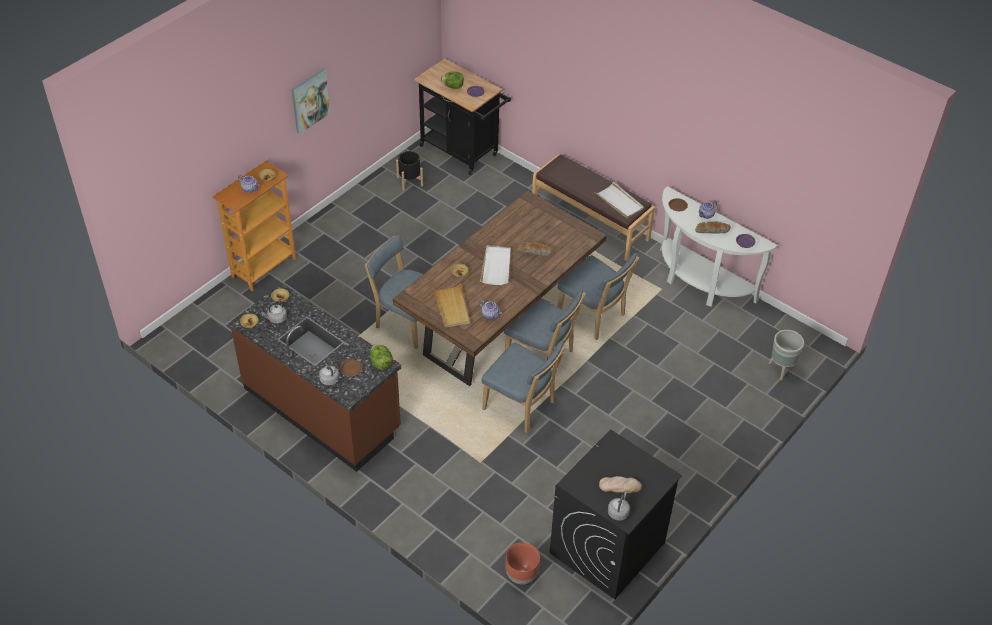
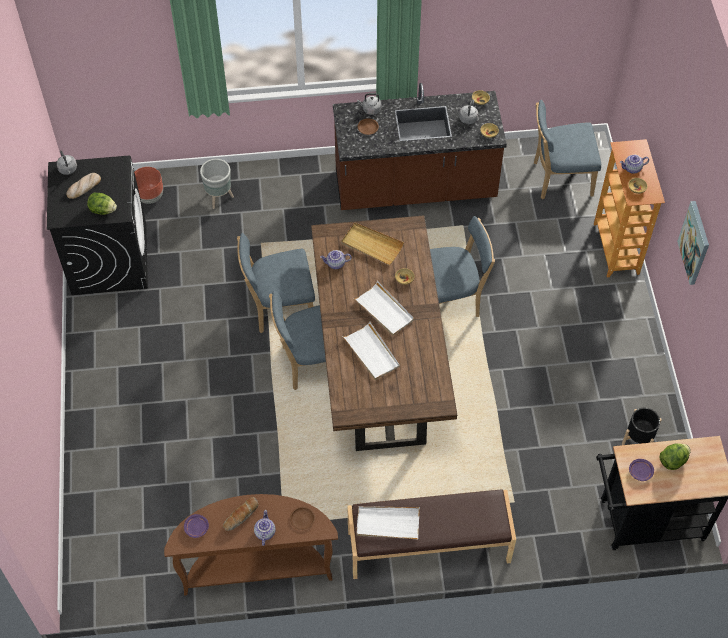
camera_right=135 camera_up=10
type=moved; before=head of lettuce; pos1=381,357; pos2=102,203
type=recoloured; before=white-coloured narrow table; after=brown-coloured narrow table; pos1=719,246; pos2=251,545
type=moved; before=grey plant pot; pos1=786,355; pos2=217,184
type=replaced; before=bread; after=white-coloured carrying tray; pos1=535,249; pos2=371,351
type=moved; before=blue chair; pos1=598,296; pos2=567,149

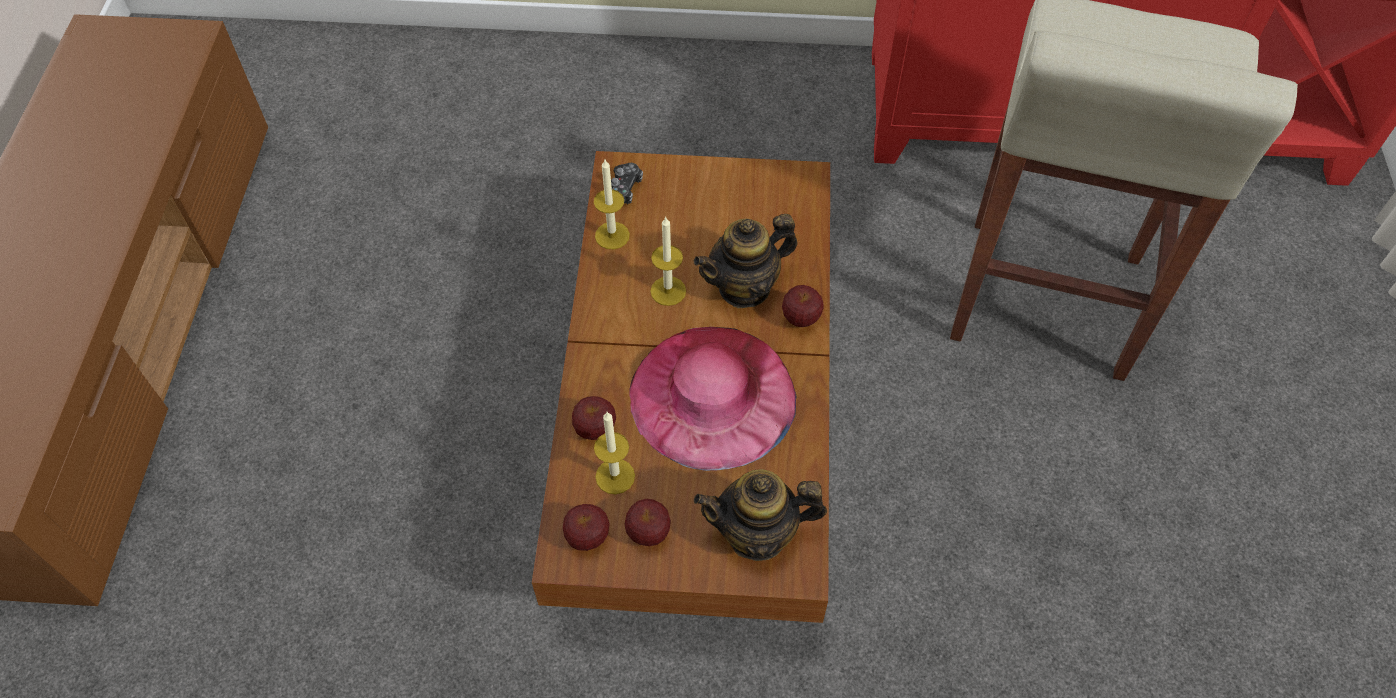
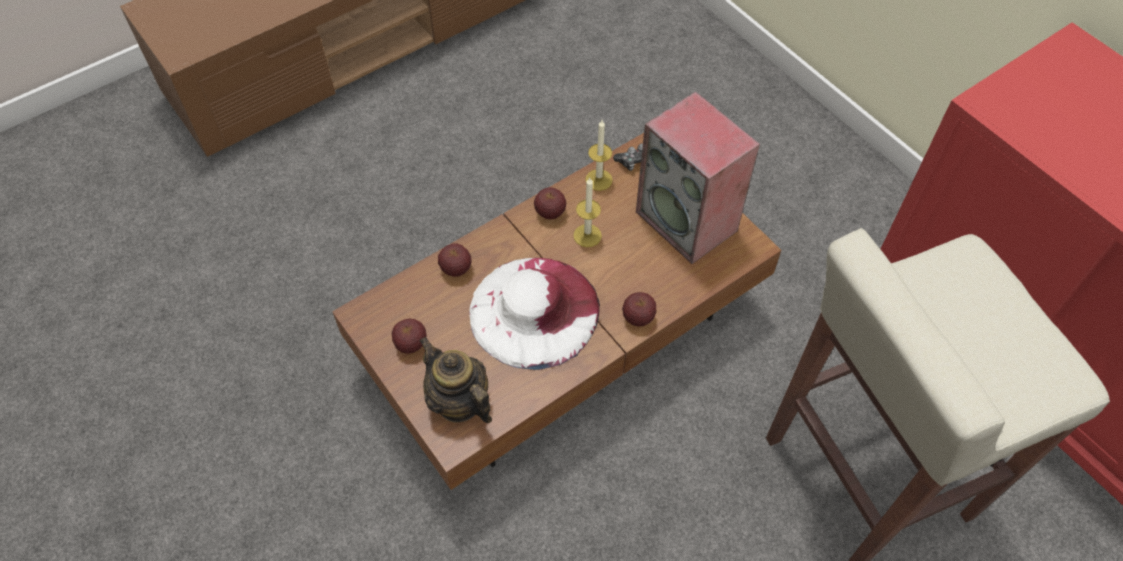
camera_right=50 camera_up=0
type=recoloured; before=pink wearable hat; after=white-coloured wearable hat; pos1=713,399; pos2=534,314
type=moved; before=apple; pos1=586,527; pos2=550,203
type=added; after=speaker; pos2=698,177
type=removed; before=candle; pos1=614,453
type=removed; before=teapot; pos1=746,261

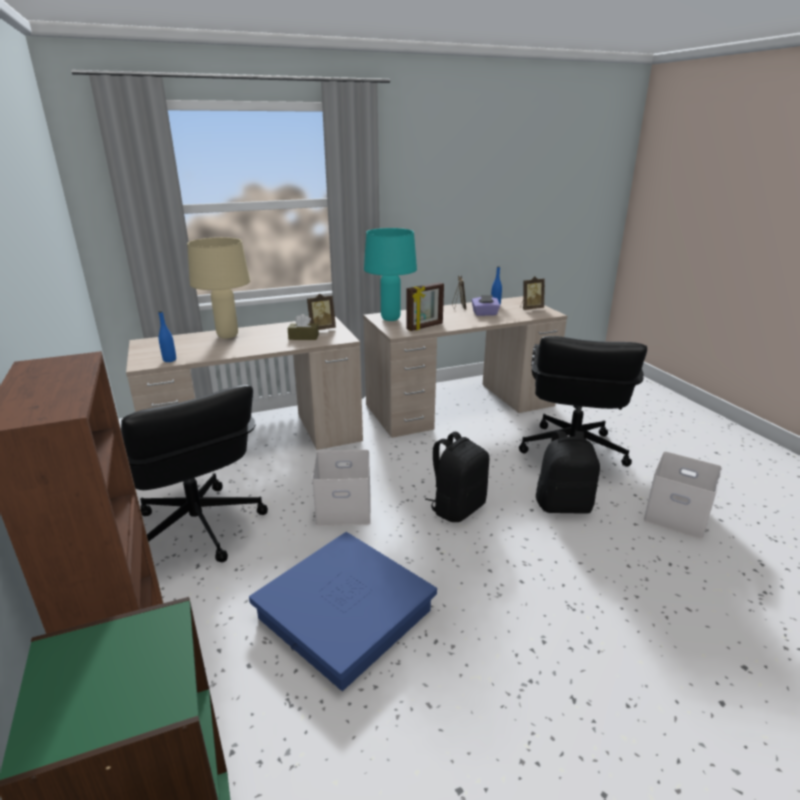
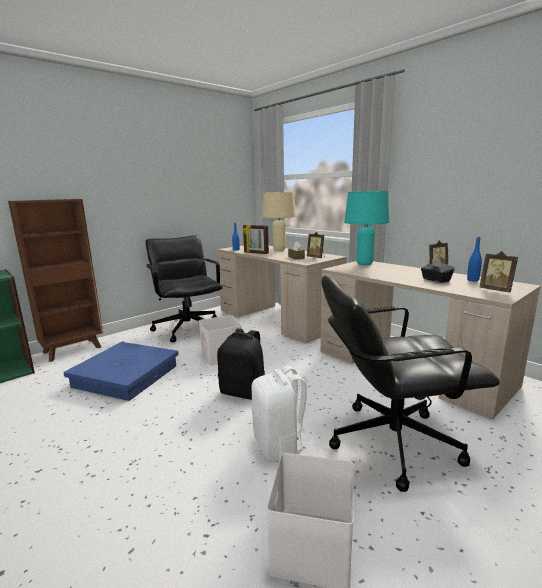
camera_right=70 camera_up=-10
type=turned; before=black desk chair; pos1=194,473; pos2=184,288; turn=120
type=moved; before=picture frame; pos1=425,306; pos2=256,239
type=recoloured; before=black backpack; after=white-coloured backpack; pos1=568,472; pos2=283,414
type=recoloured; before=purplish tissue holder; after=black tissue holder; pos1=486,305; pos2=438,271

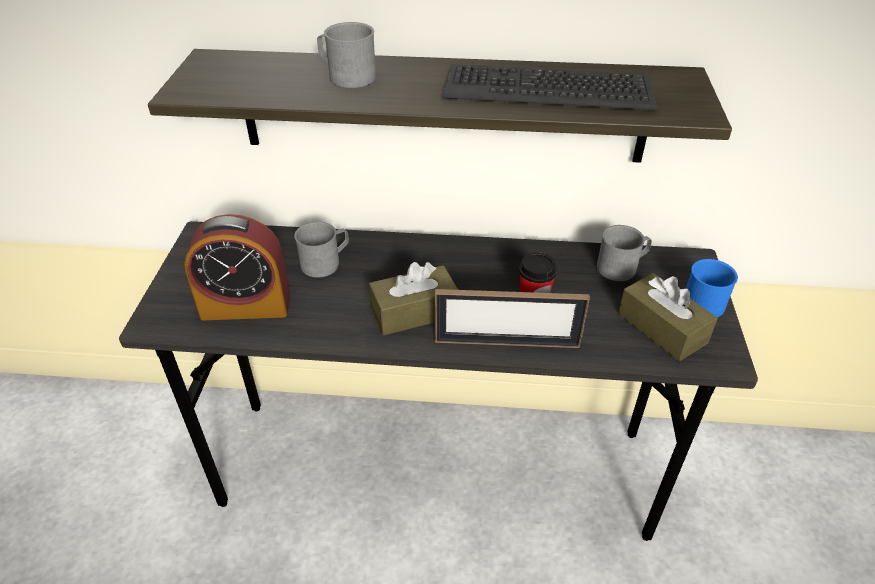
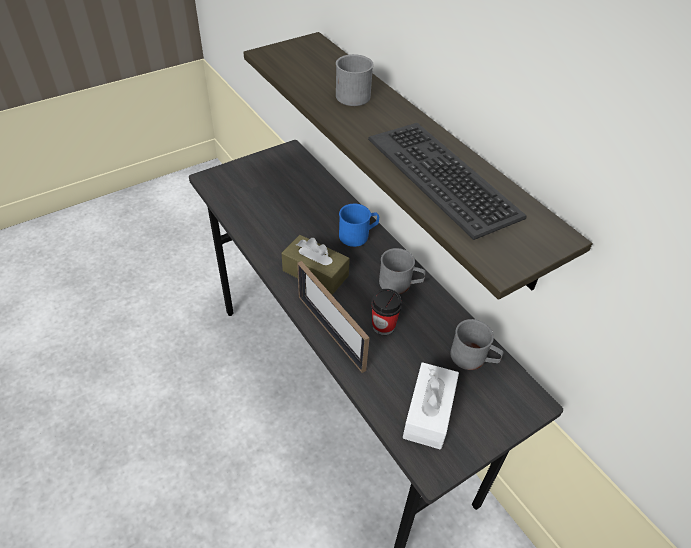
camera_right=50 camera_up=5
type=moved; before=blue coffee mug; pos1=712,288; pos2=359,225
type=moved; before=grey coffee mug; pos1=321,249; pos2=402,271
type=recoloured; before=brown-coloured tissue holder; after=white-coloured tissue holder; pos1=668,317; pos2=431,406
type=removed; before=table clock; pos1=237,267

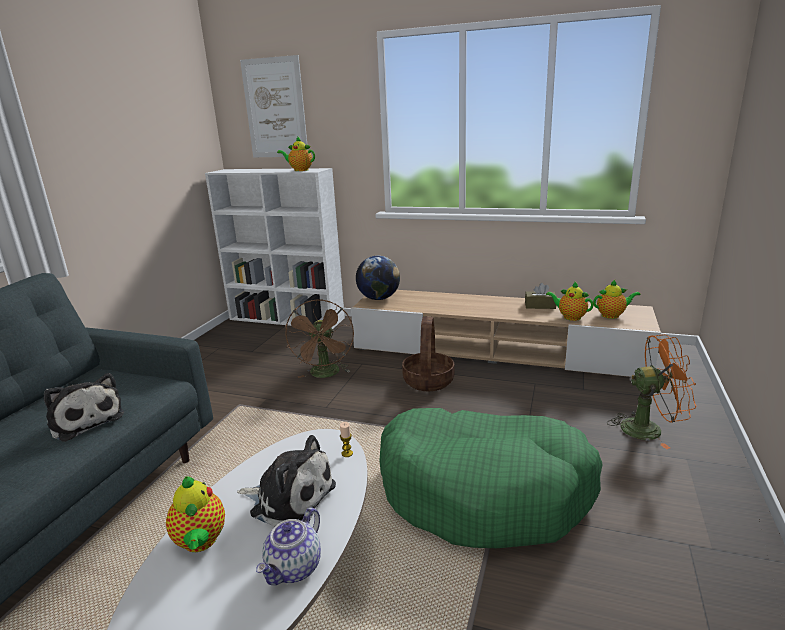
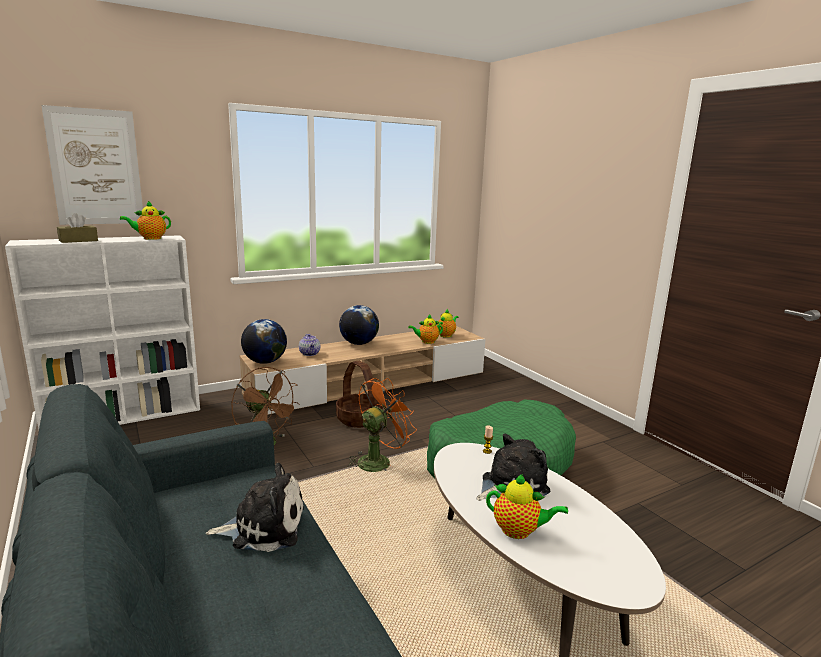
camera_right=-50 camera_up=-5
type=moved; before=brown-coloured tissue holder; pos1=541,296; pos2=77,228
type=moved; before=teapot; pos1=288,546; pos2=309,345
type=added; after=world globe; pos2=359,325
type=moved; before=orange electric fan; pos1=652,391; pos2=382,425

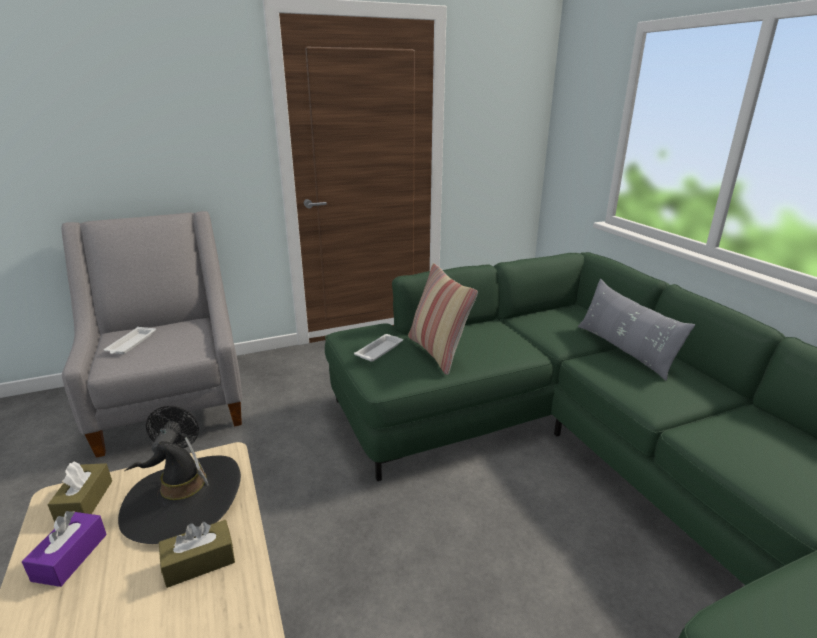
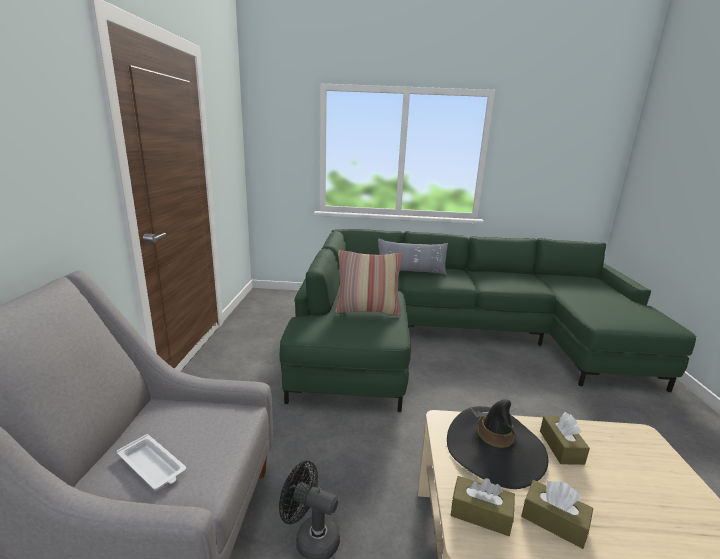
camera_right=-65 camera_up=-5
type=recoloured; before=purplish tissue holder; after=brown-coloured tissue holder; pos1=64,549; pos2=557,514
type=removed; before=white-coloured carrying tray; pos1=378,348

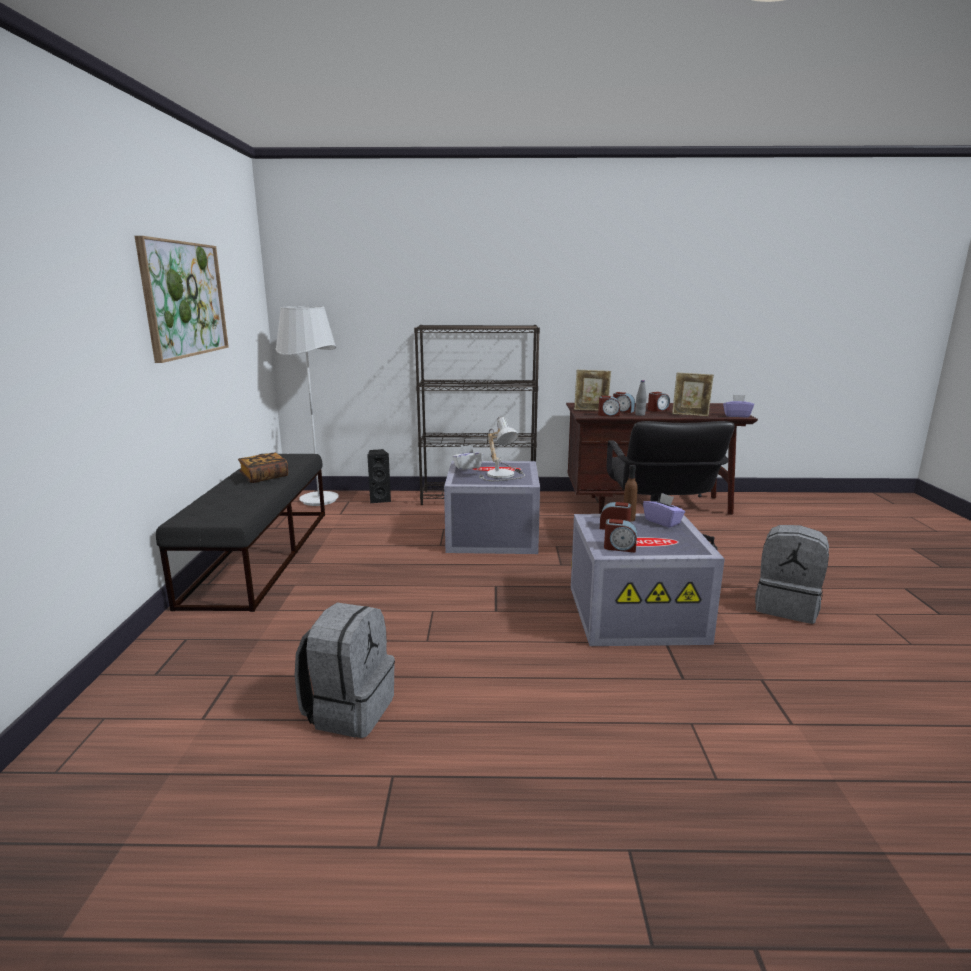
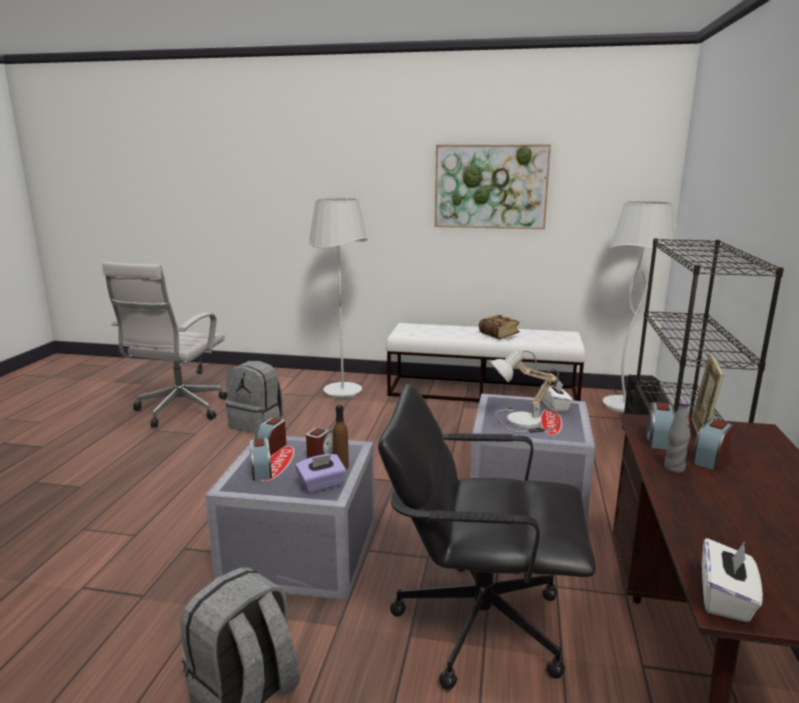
camera_right=100 camera_up=0
type=added; after=white-coloured desk chair; pos2=165,345
type=moved; before=table clock; pos1=659,402; pos2=261,459
type=added; after=white-coloured floor lamp; pos2=338,298
type=recoloured; before=black indoor bench; after=white-coloured indoor bench; pos1=240,533; pos2=486,362
type=recoloured; before=purplish tissue holder; after=white-coloured tissue holder; pos1=738,406; pos2=732,580
type=removed; before=picture frame; pos1=693,394

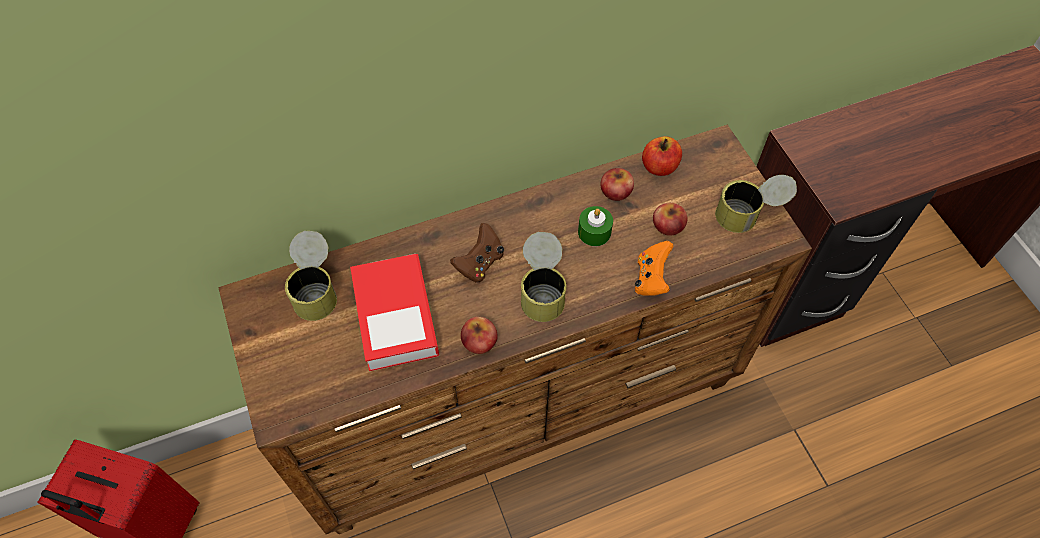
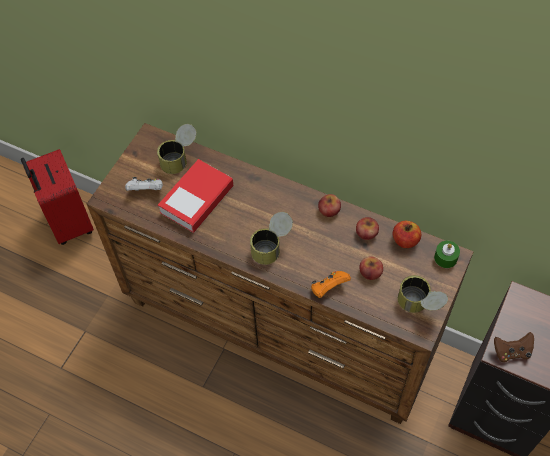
camera_right=50 camera_up=0
type=added; after=white-coloured game controller; pos2=144,184
type=moved; before=apple; pos1=479,335; pos2=329,205
type=moved; before=green candle; pos1=595,226; pos2=447,254
type=moved; before=brown-coloured game controller; pos1=477,253; pos2=514,347

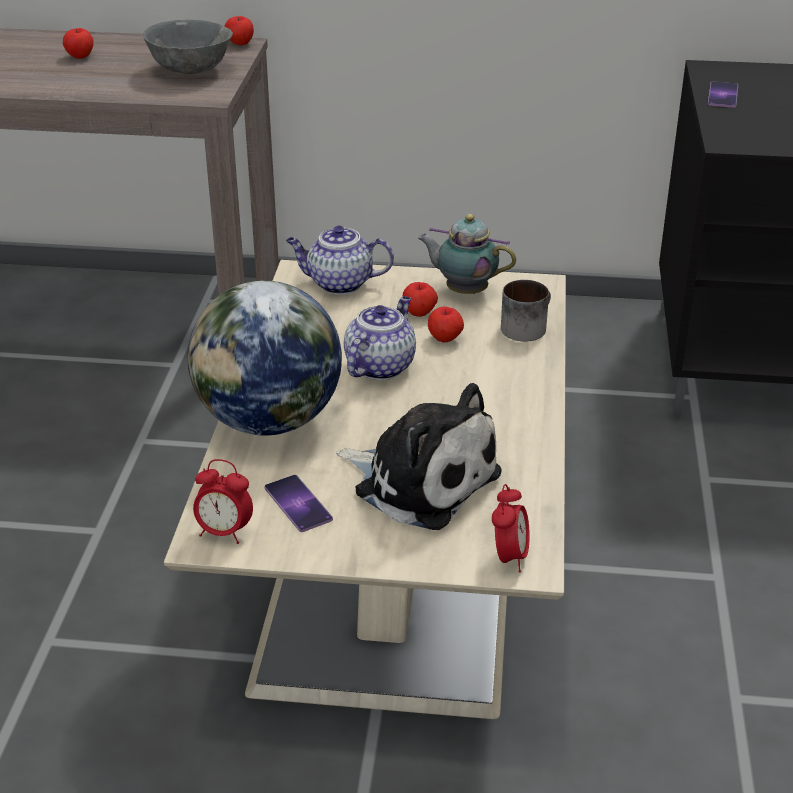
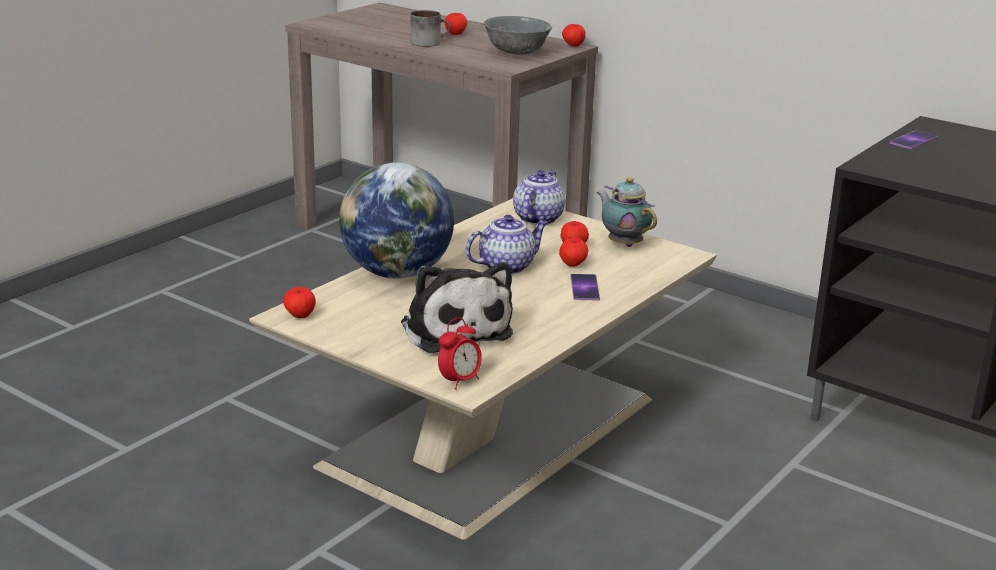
camera_right=30 camera_up=-10
type=replaced; before=table clock; after=apple; pos1=223,501; pos2=299,302
type=moved; before=coffee mug; pos1=526,311; pos2=430,28
type=turned; before=teapot; pos1=340,260; pos2=539,197; turn=75
type=moved; before=phone; pos1=298,503; pos2=585,287

